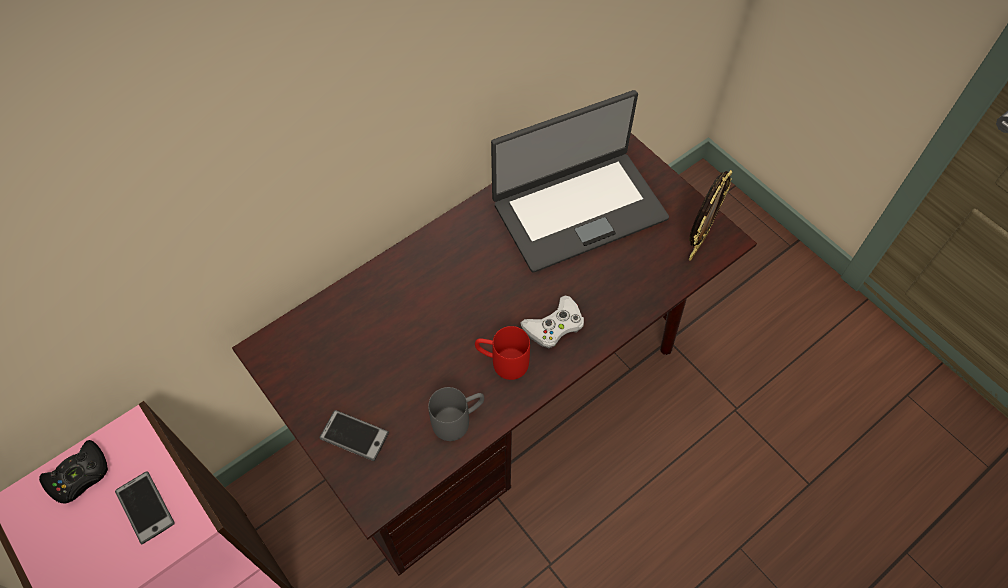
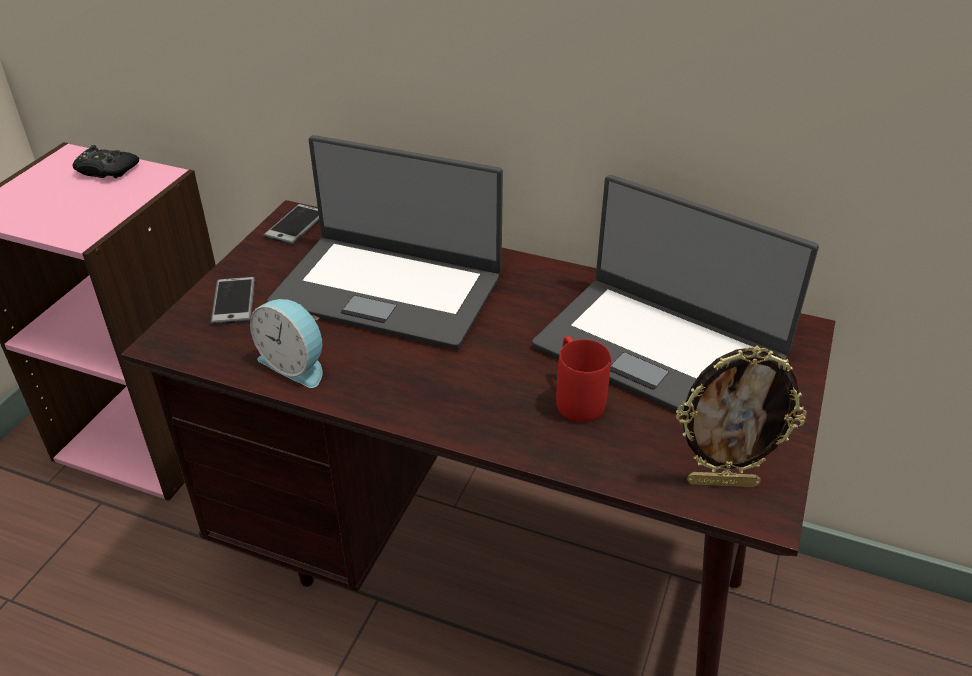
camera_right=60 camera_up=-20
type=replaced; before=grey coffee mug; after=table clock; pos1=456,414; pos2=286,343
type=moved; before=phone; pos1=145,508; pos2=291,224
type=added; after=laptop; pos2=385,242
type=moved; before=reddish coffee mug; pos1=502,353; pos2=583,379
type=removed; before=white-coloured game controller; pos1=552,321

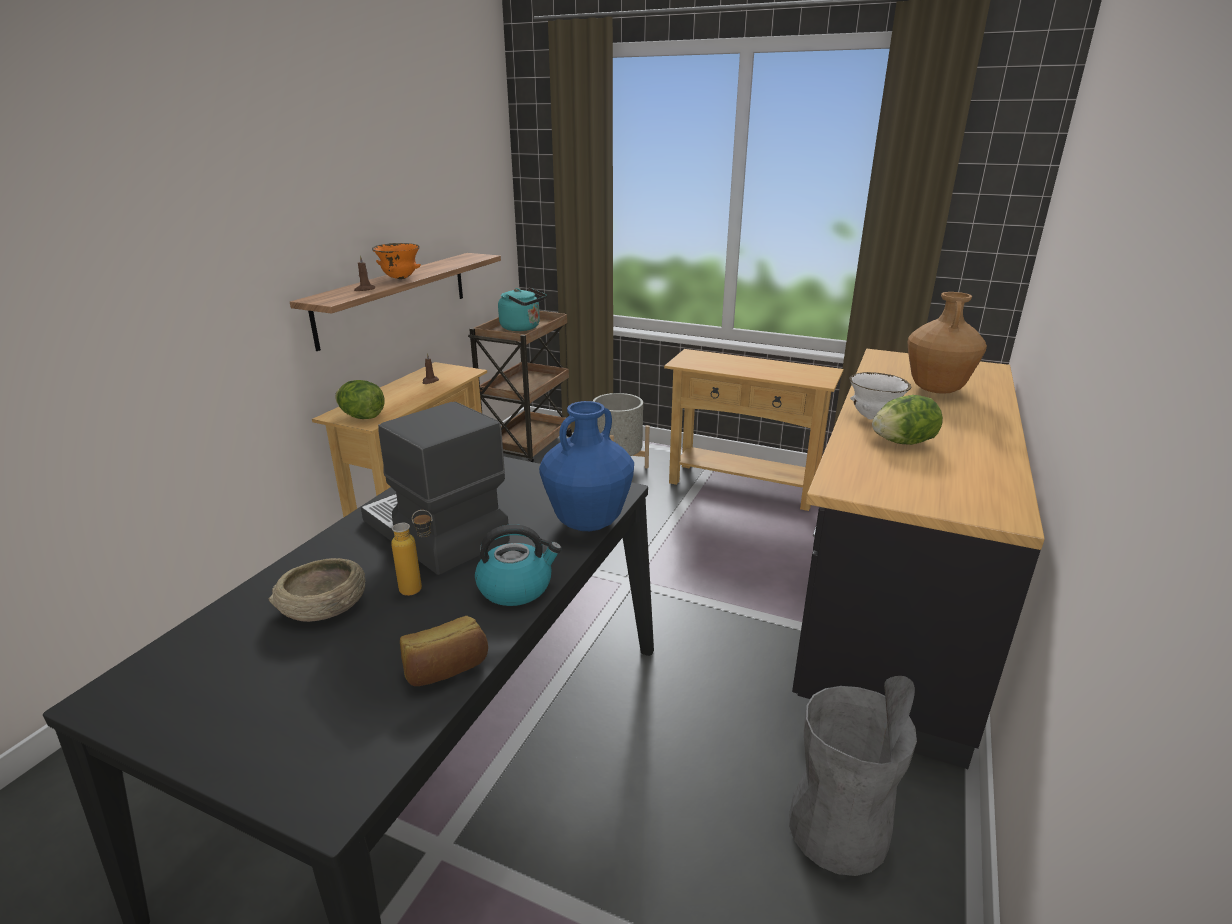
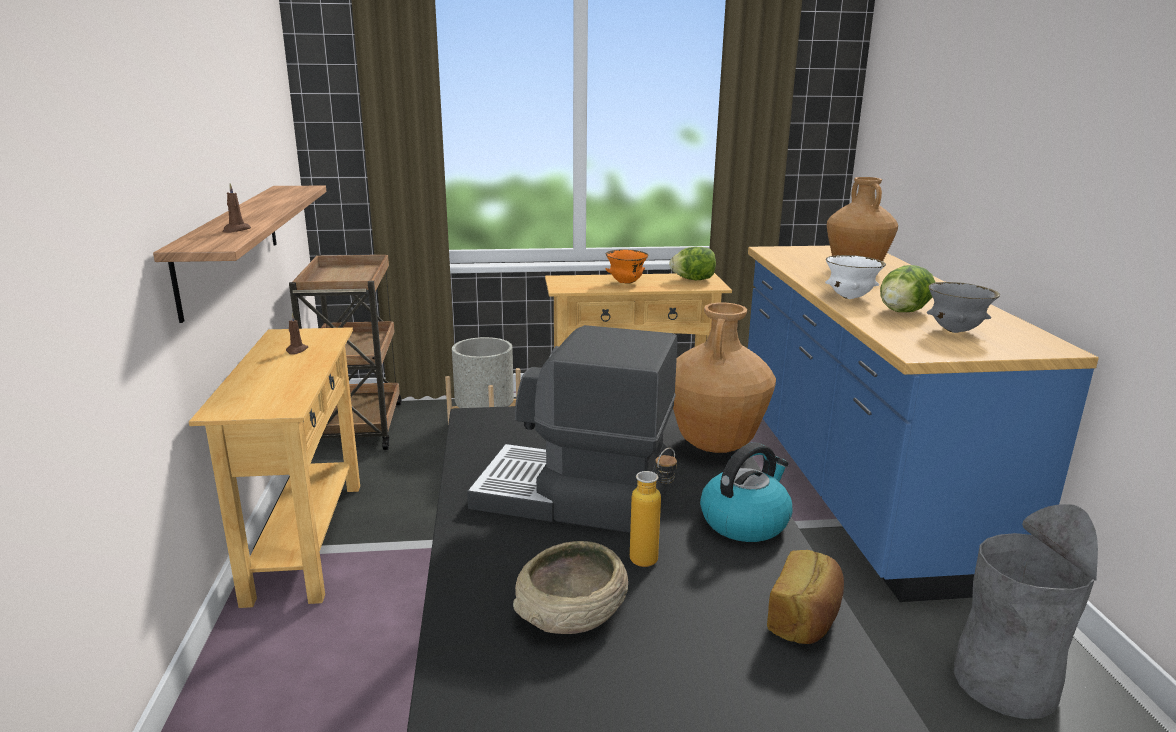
camera_right=-30 camera_up=-5
type=moved; before=orange serving bowl; pos1=396,261; pos2=627,266
type=moved; before=head of lettuce; pos1=360,399; pos2=692,263
type=recoloured; before=blue vase; after=brown-coloured vase; pos1=586,466; pos2=724,378
type=recoloured; before=black kitchen counter; after=blue kitchen counter; pos1=918,559; pos2=923,424
type=added; after=grey serving bowl; pos2=963,307
type=removed; before=turquoise-coloured tea kettle; pos1=522,309

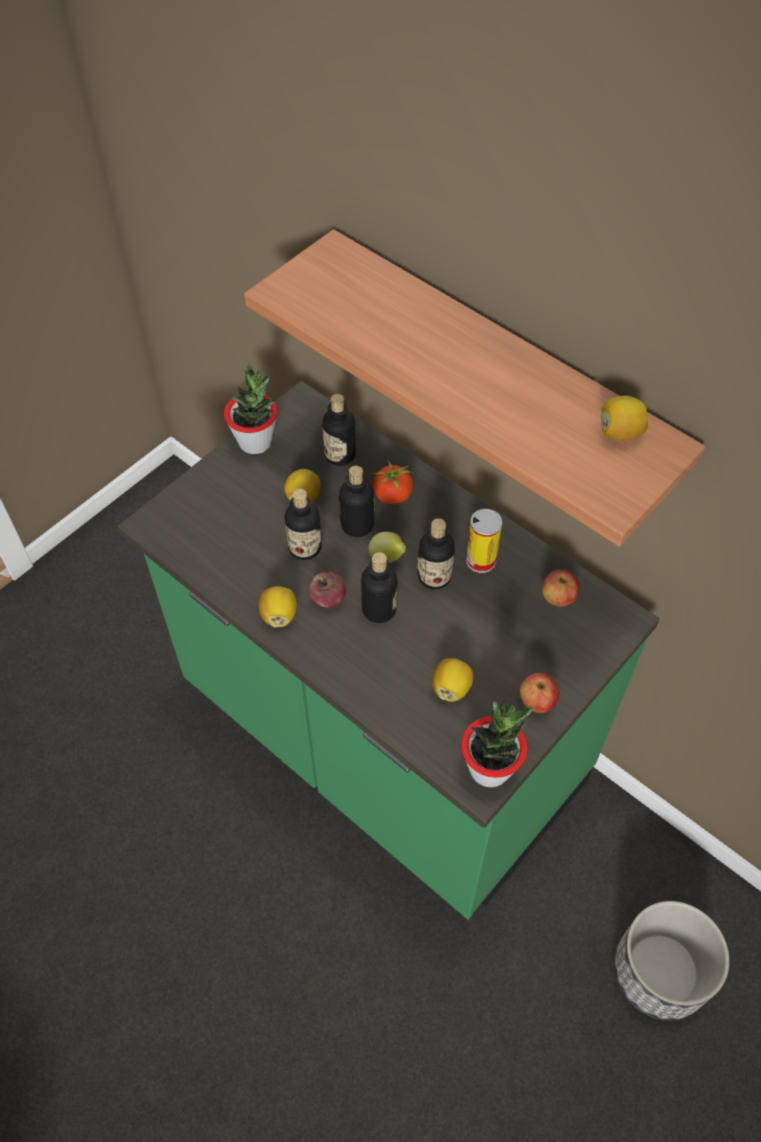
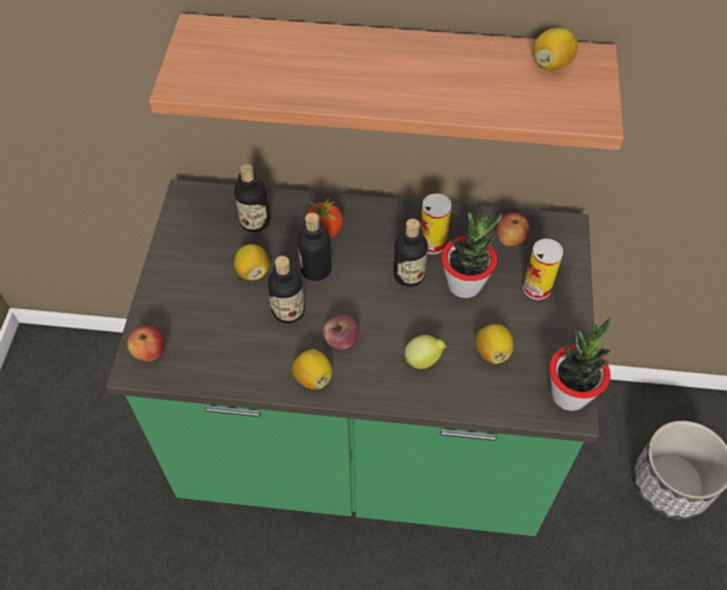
camera_right=-35 camera_up=0
type=moved; before=apple; pos1=540,693; pos2=146,343
type=moved; before=citrus fruit; pos1=387,547; pos2=425,352
type=moved; before=plant in a pot; pos1=251,409; pos2=471,255
type=added; after=metal can; pos2=543,269
type=removed; before=beverage bottle; pos1=379,587

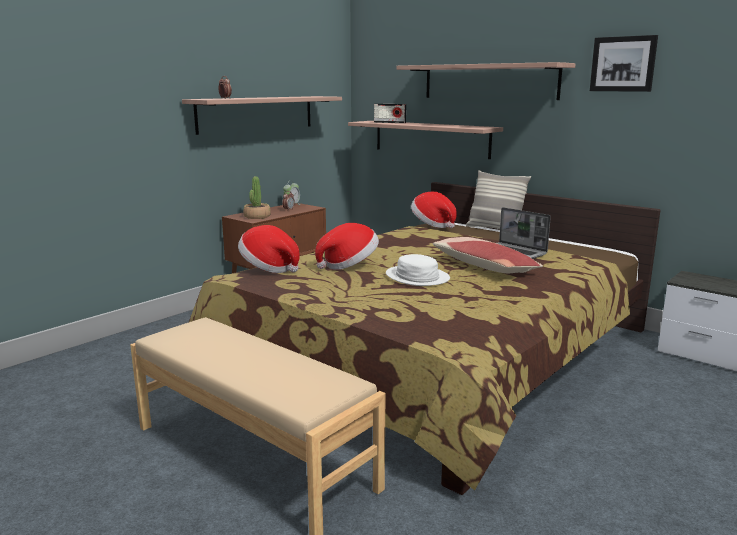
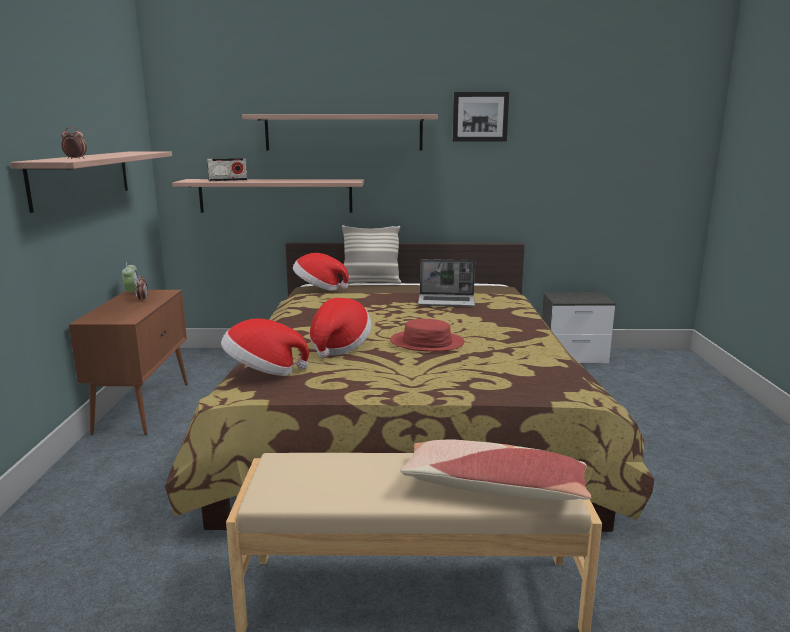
camera_right=-40 camera_up=0
type=recoloured; before=white-coloured wearable hat; after=reddish wearable hat; pos1=418,270; pos2=427,335
type=moved; before=pillow; pos1=488,255; pos2=495,470
type=removed; before=plant in a pot; pos1=257,197

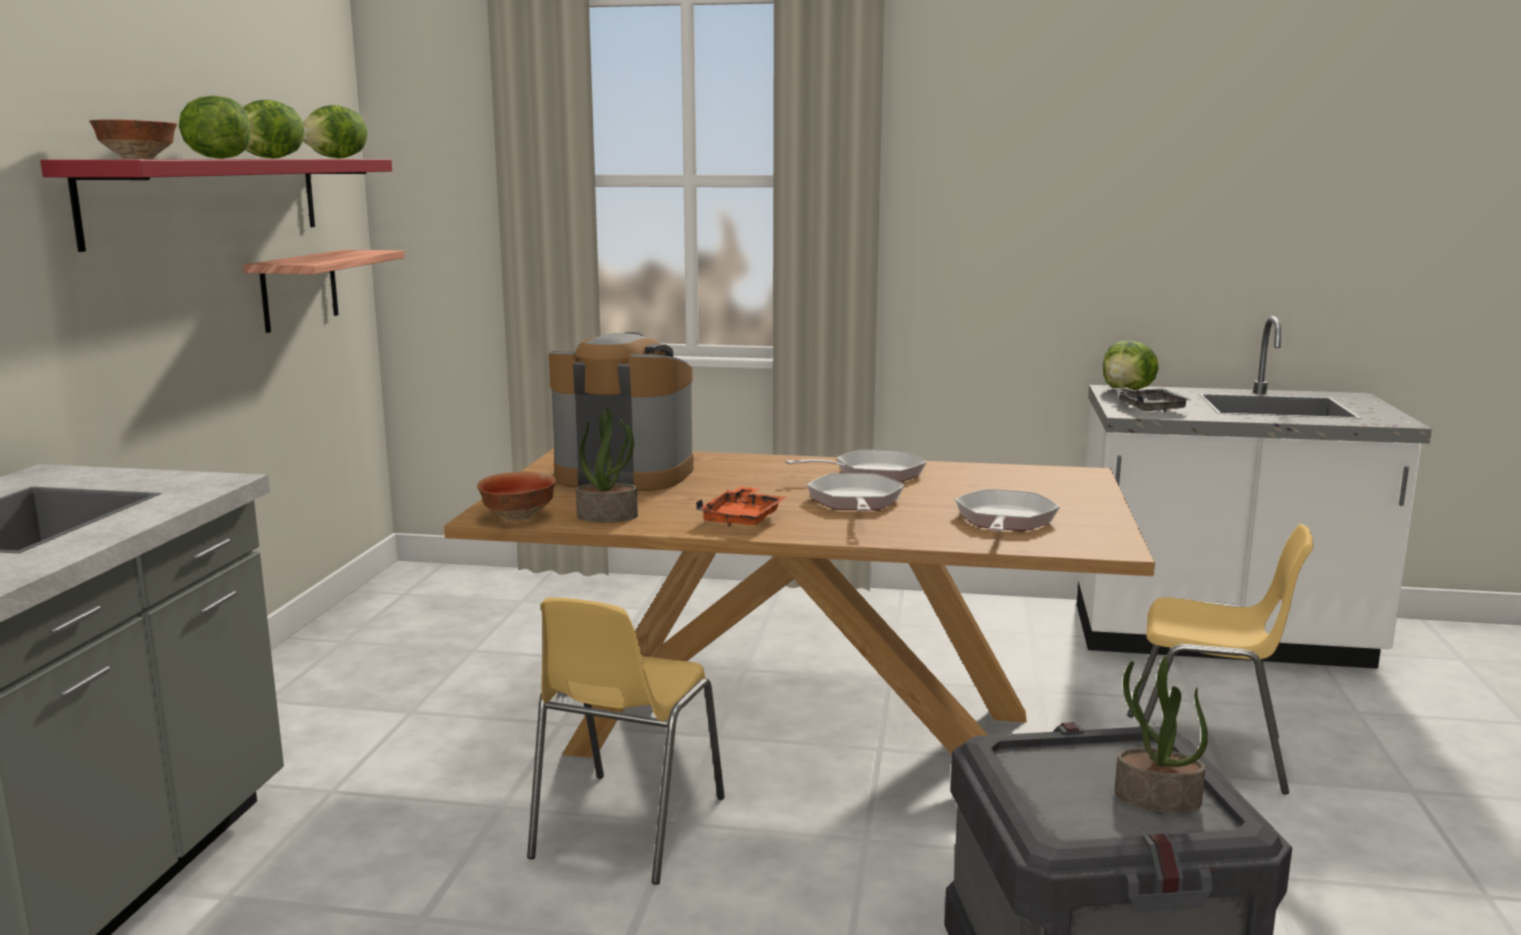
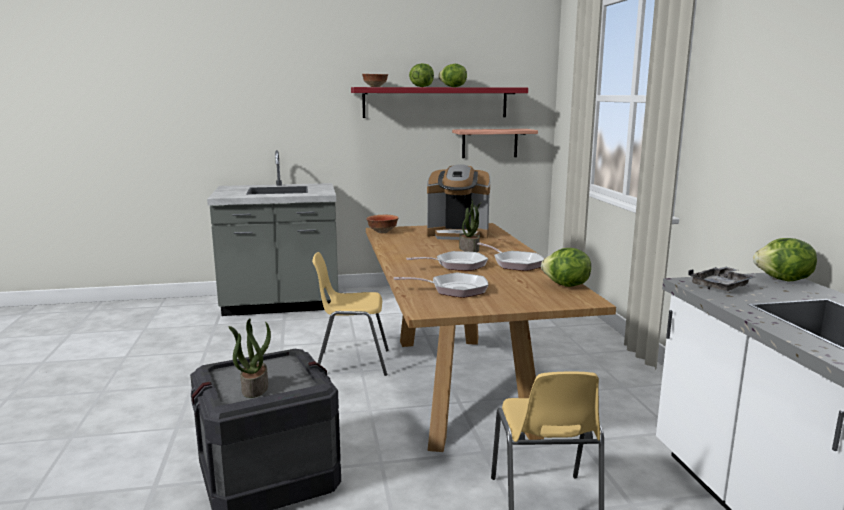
camera_right=70 camera_up=0
type=turned; before=coffee brewer; pos1=621,411; pos2=458,202; turn=105
type=moved; before=plant in a pot; pos1=607,464; pos2=470,225
type=moved; before=head of lettuce; pos1=335,132; pos2=566,267
type=removed; before=orange carrying tray; pos1=741,506

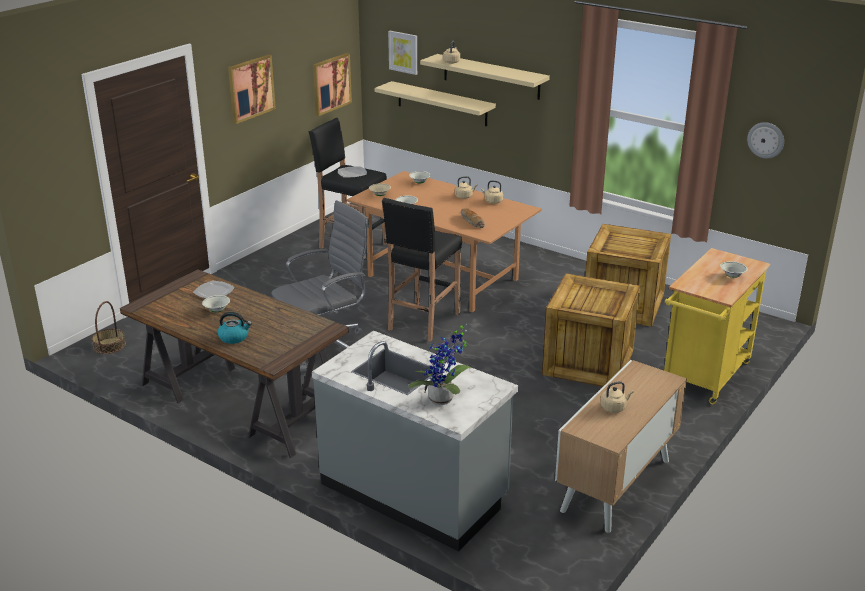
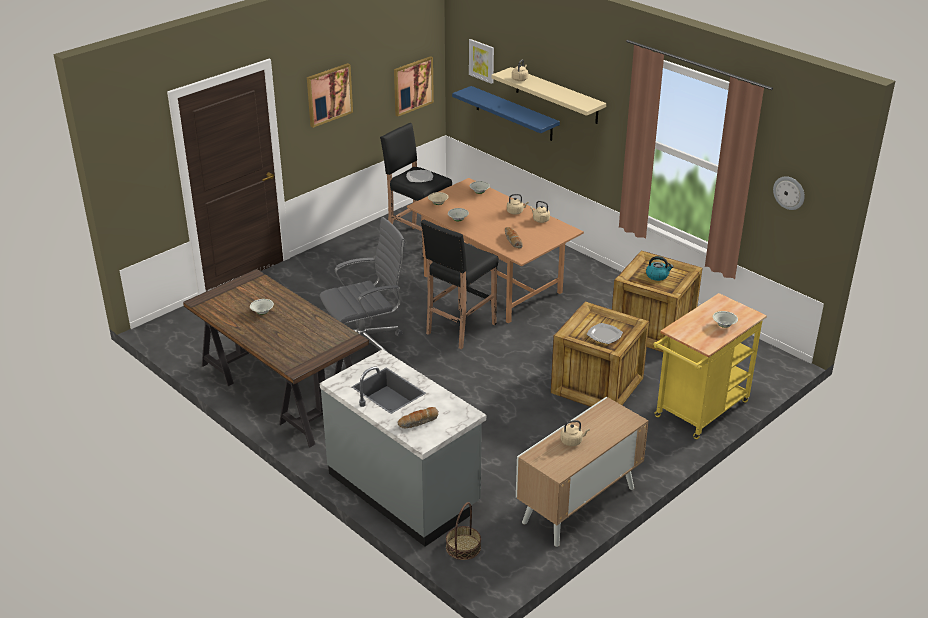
camera_right=10 camera_up=5
type=replaced; before=plant in a pot; after=bread; pos1=440,364; pos2=418,418
type=moved; before=basket; pos1=109,327; pos2=463,531
type=recoloured; before=beige shelf; after=blue shelf; pos1=435,103; pos2=506,113
type=moved; before=flat dish; pos1=214,289; pos2=605,333
type=moved; before=tea kettle; pos1=235,328; pos2=660,268

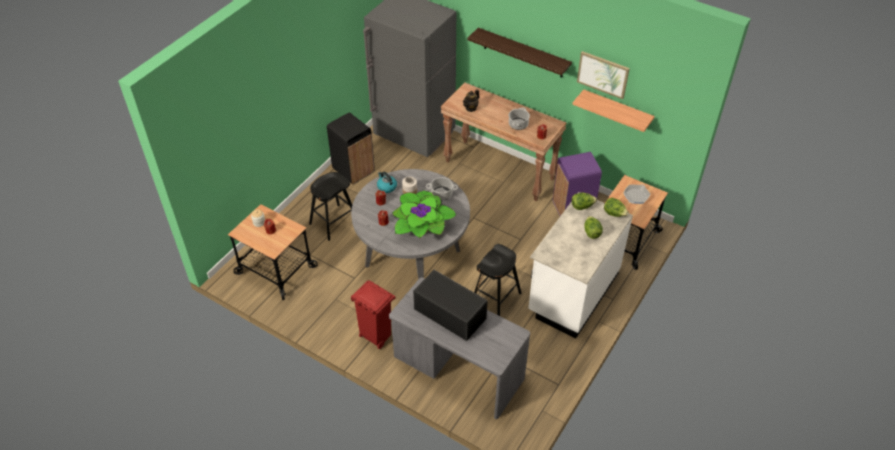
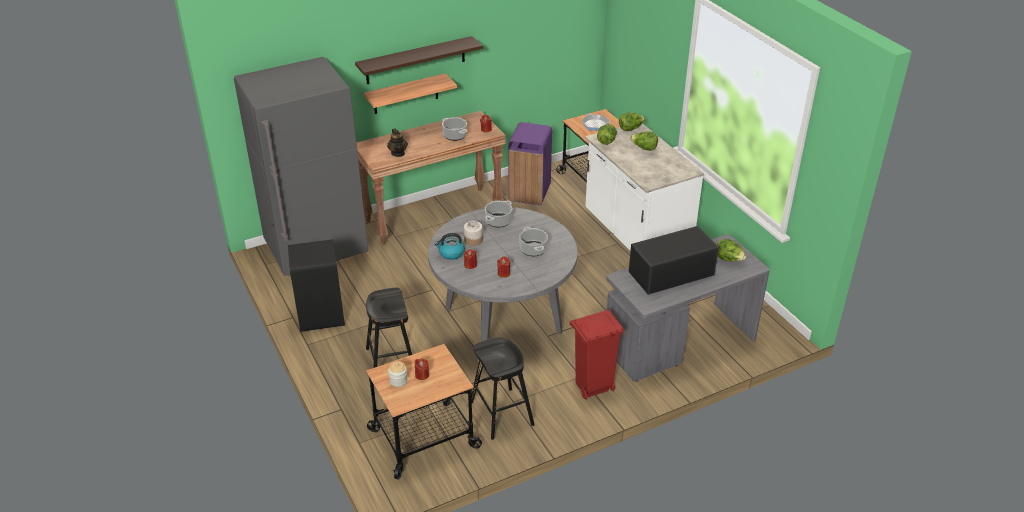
camera_right=-60 camera_up=-10
type=moved; before=shelf; pos1=613,110; pos2=410,93
type=moved; before=black stool; pos1=497,280; pos2=503,388
type=replaced; before=plant in a pot; after=stockpot; pos1=424,214; pos2=533,241
type=added; after=head of lettuce; pos2=731,249
type=removed; before=wall art; pos1=603,75

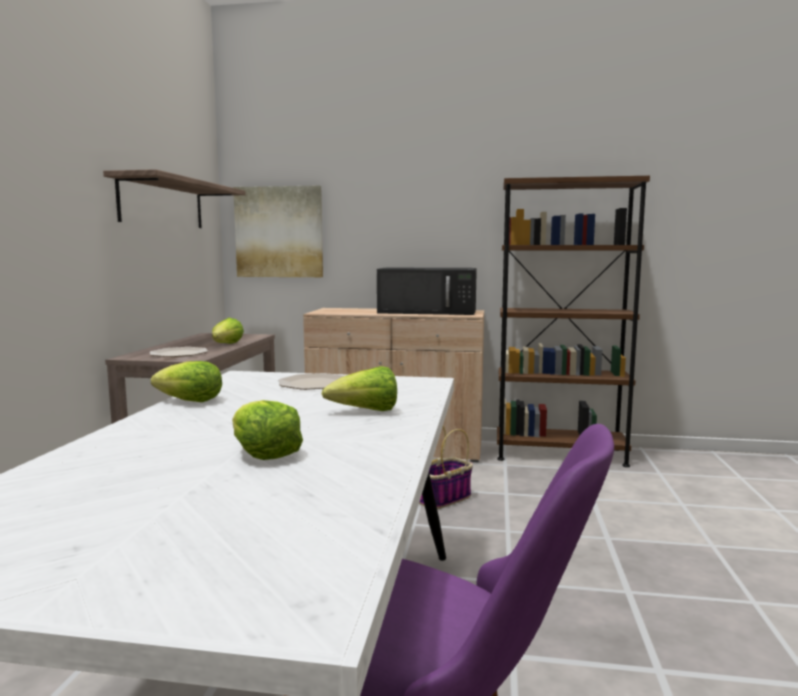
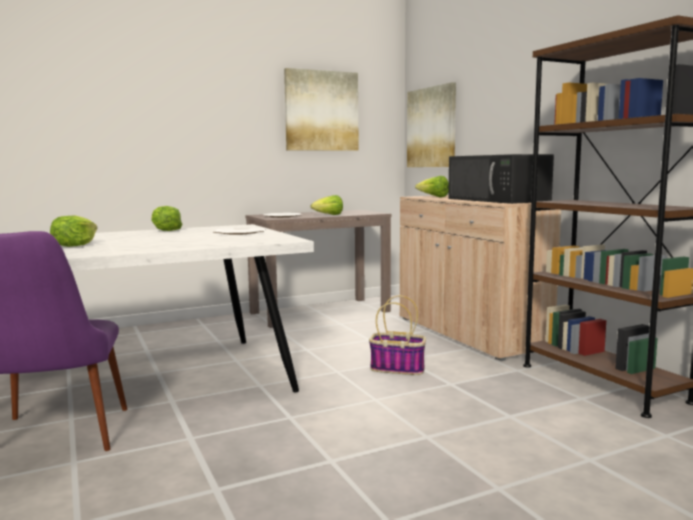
camera_right=55 camera_up=0
type=replaced; before=shelf; after=wall art; pos1=174,198; pos2=321,109
type=moved; before=head of lettuce; pos1=359,388; pos2=432,186

